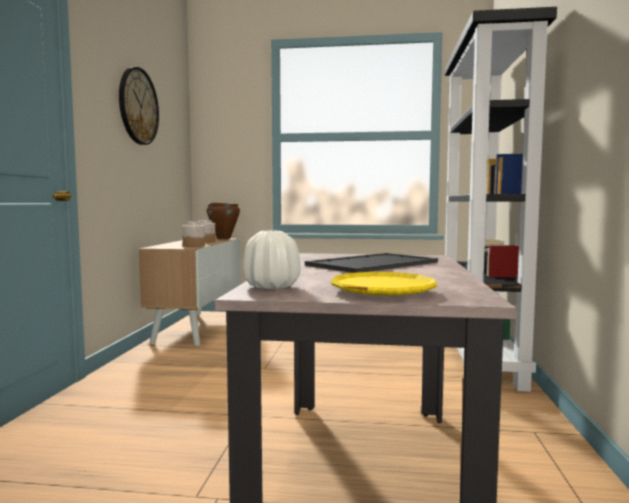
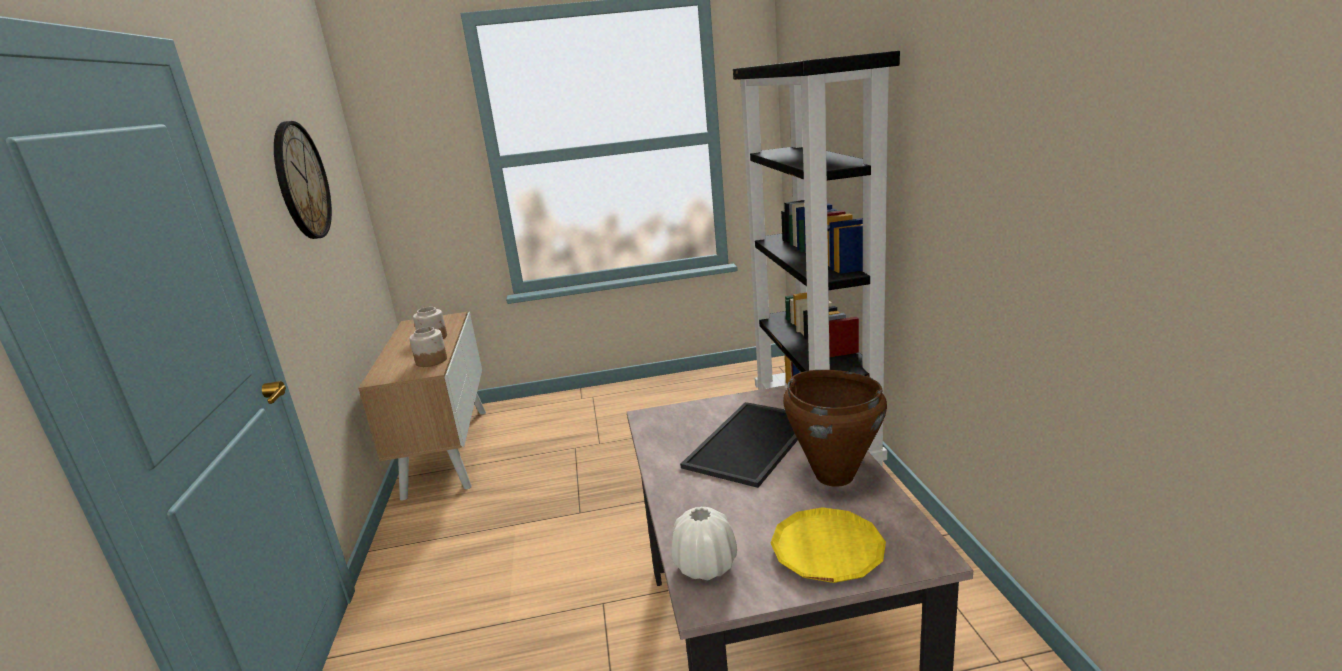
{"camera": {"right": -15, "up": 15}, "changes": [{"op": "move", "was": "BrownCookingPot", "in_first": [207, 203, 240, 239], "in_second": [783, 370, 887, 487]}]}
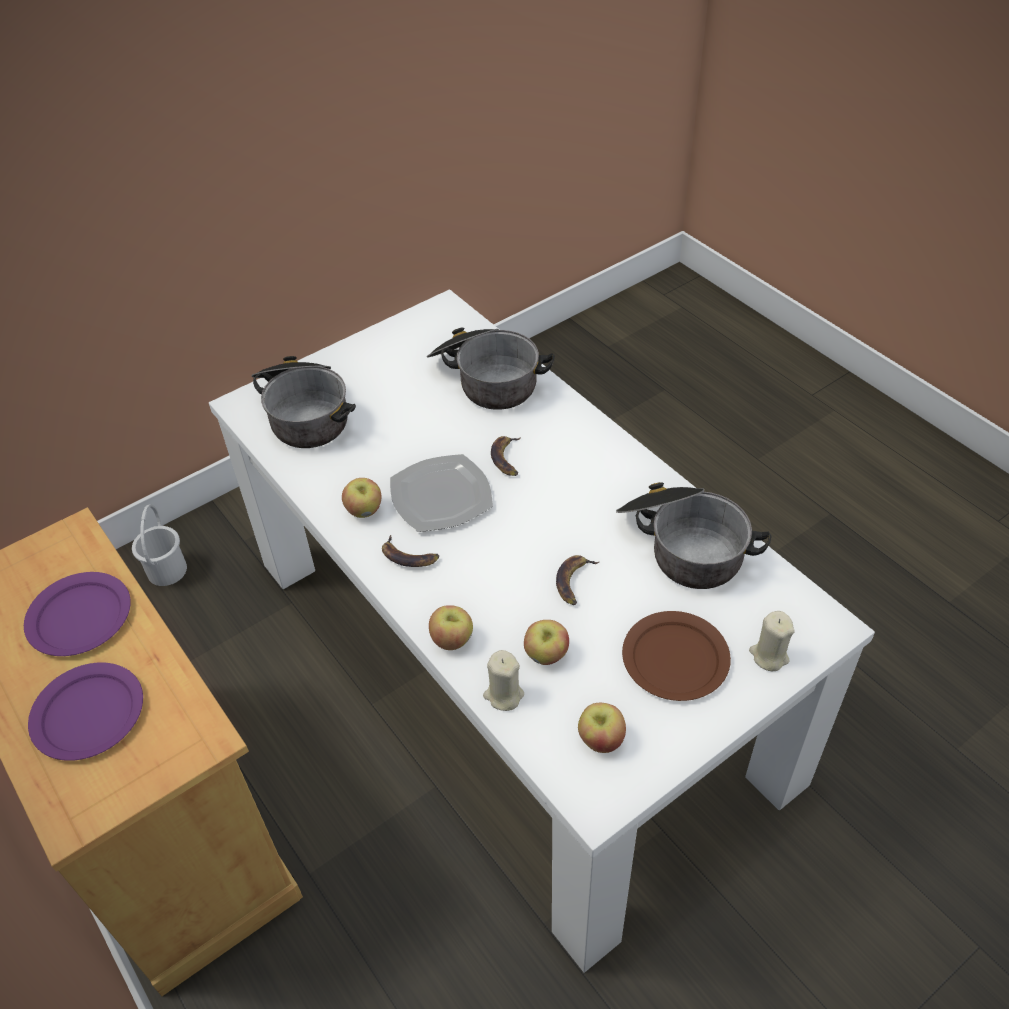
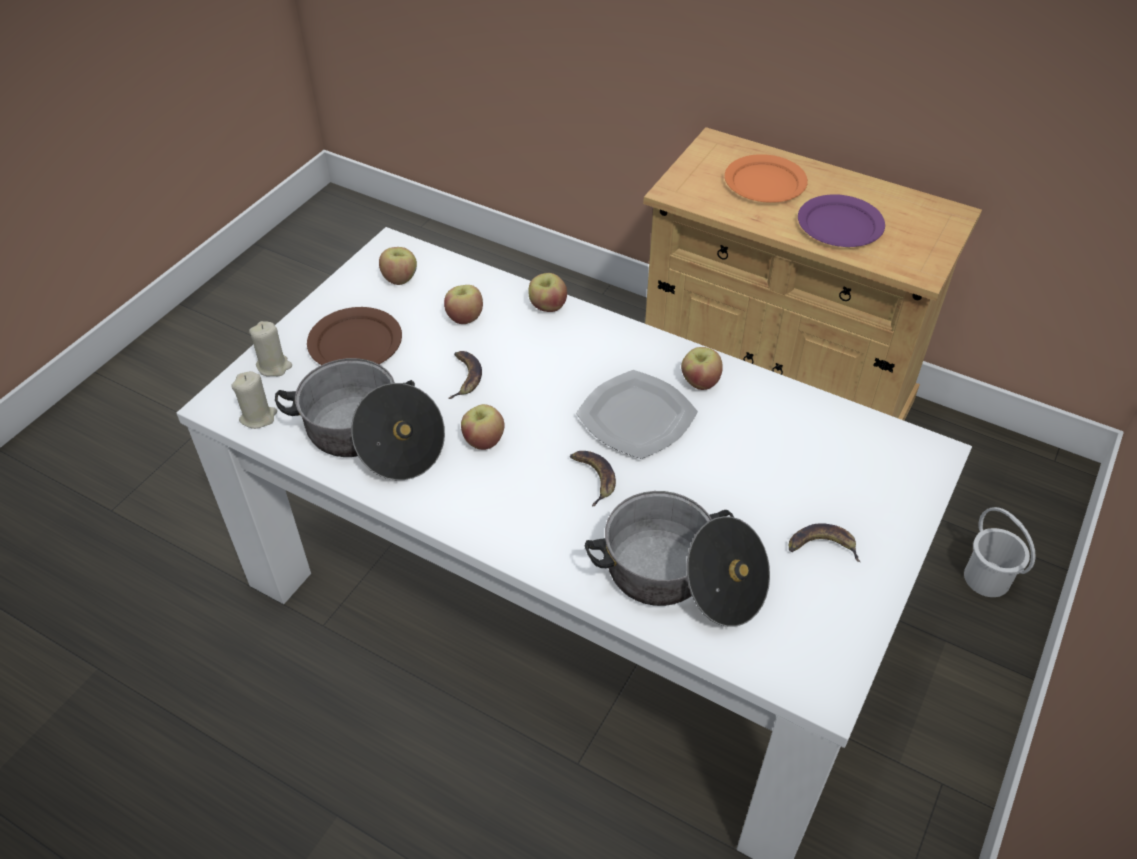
{"camera": {"right": 155, "up": 0}, "changes": [{"op": "delete", "was": "CookingPot", "in_first": [251, 356, 356, 448]}, {"op": "move", "was": "Banana", "in_first": [382, 535, 439, 567], "in_second": [789, 523, 860, 562]}, {"op": "move", "was": "BeigeCandle", "in_first": [483, 650, 524, 711], "in_second": [231, 371, 277, 429]}, {"op": "recolor", "was": "PurplePlate", "now": "OrangePlate", "in_first": [28, 662, 143, 761], "in_second": [725, 154, 808, 203]}, {"op": "insert", "now": "Apple", "in_second": [461, 404, 505, 450]}]}
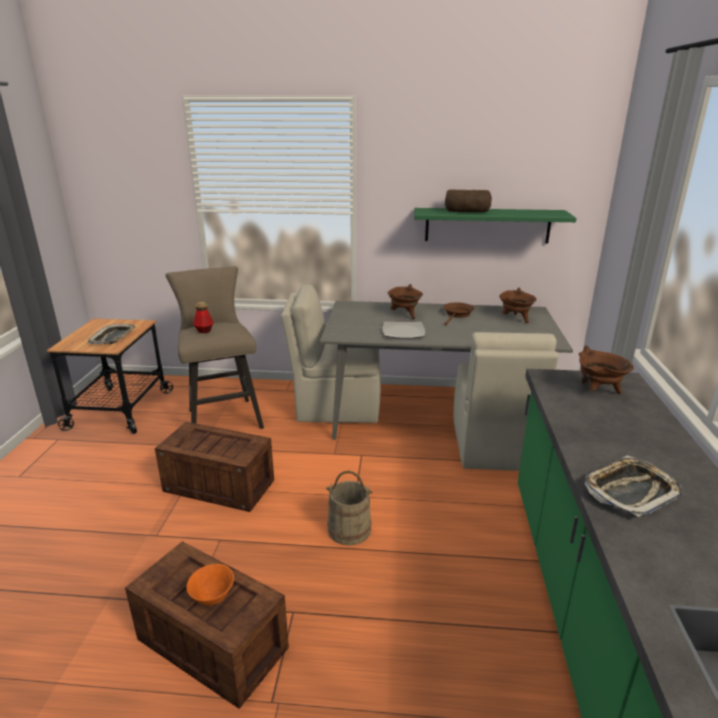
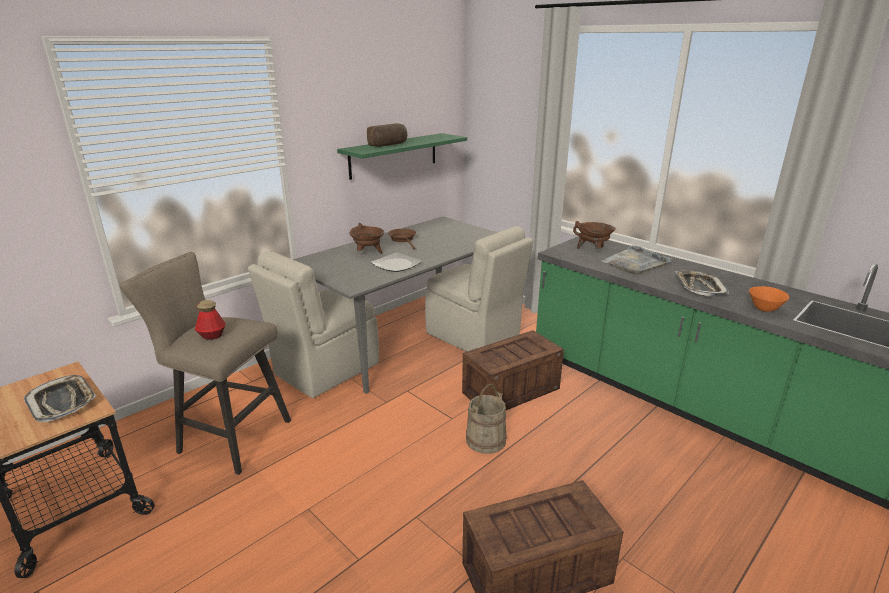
{"camera": {"right": -50, "up": 0}, "changes": [{"op": "delete", "was": "BrownCookingPot", "in_first": [499, 287, 536, 323]}, {"op": "move", "was": "Crate", "in_first": [155, 422, 274, 512], "in_second": [462, 330, 564, 410]}, {"op": "move", "was": "OrangeBowl", "in_first": [186, 564, 234, 606], "in_second": [749, 286, 789, 312]}, {"op": "insert", "now": "GreyTray", "in_second": [602, 245, 672, 275]}]}
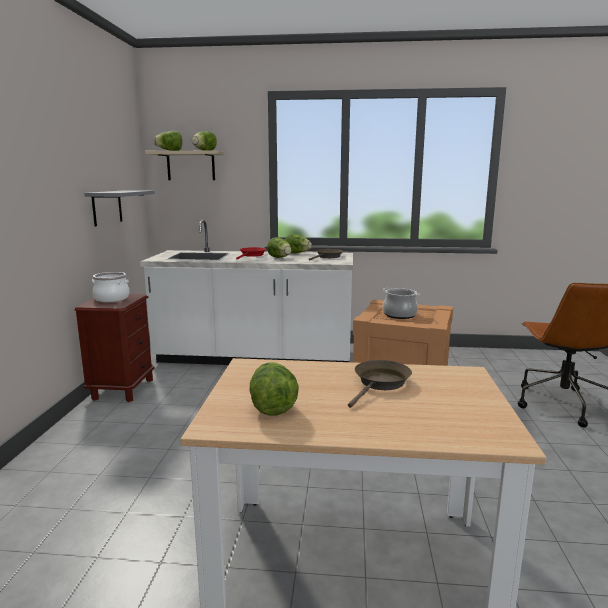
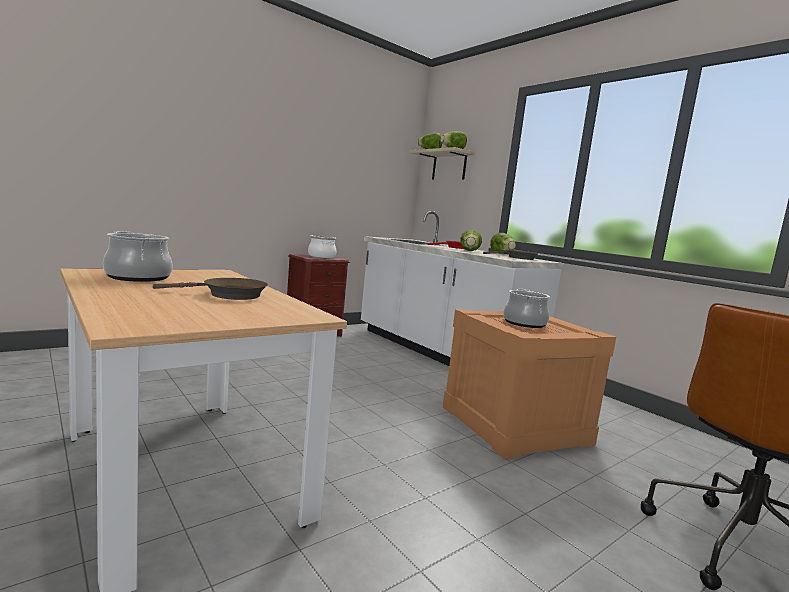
{"camera": {"right": 45, "up": -5}, "changes": [{"op": "delete", "was": "GreyShelf", "in_first": [84, 190, 155, 227]}, {"op": "replace", "was": "Lettuce", "now": "CookingPot", "in_first": [250, 362, 299, 415], "in_second": [103, 231, 173, 282]}]}
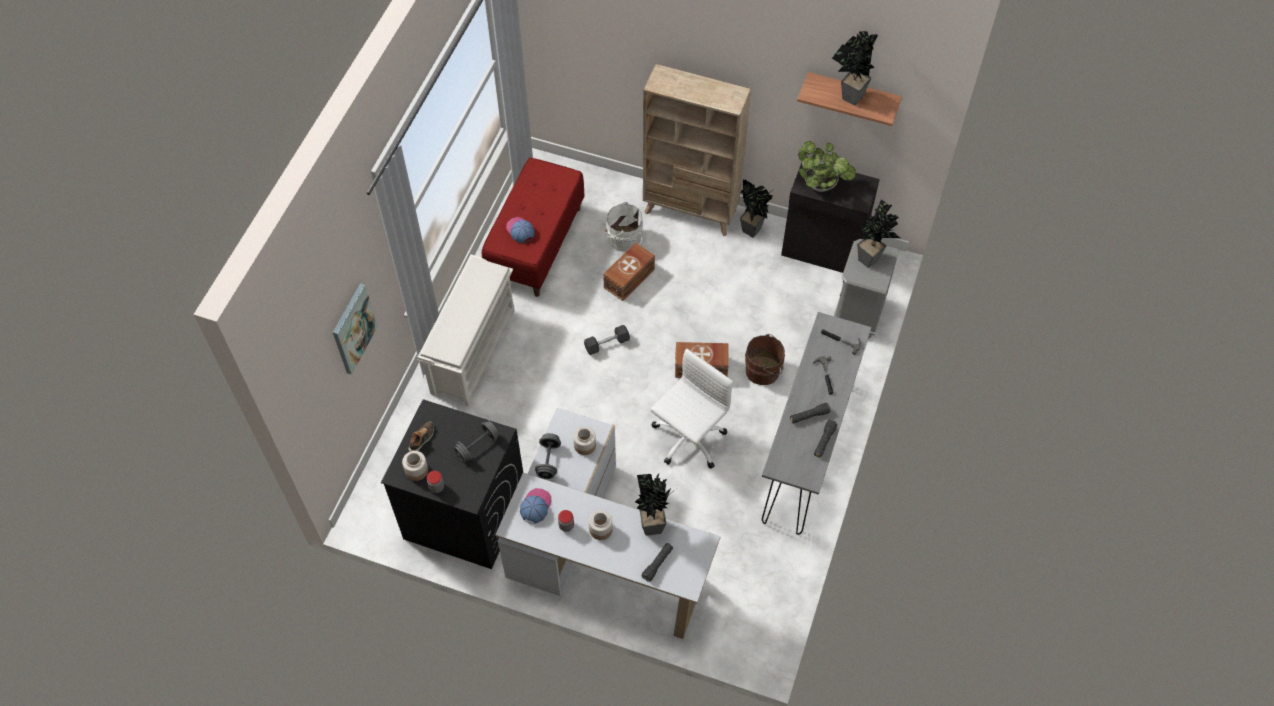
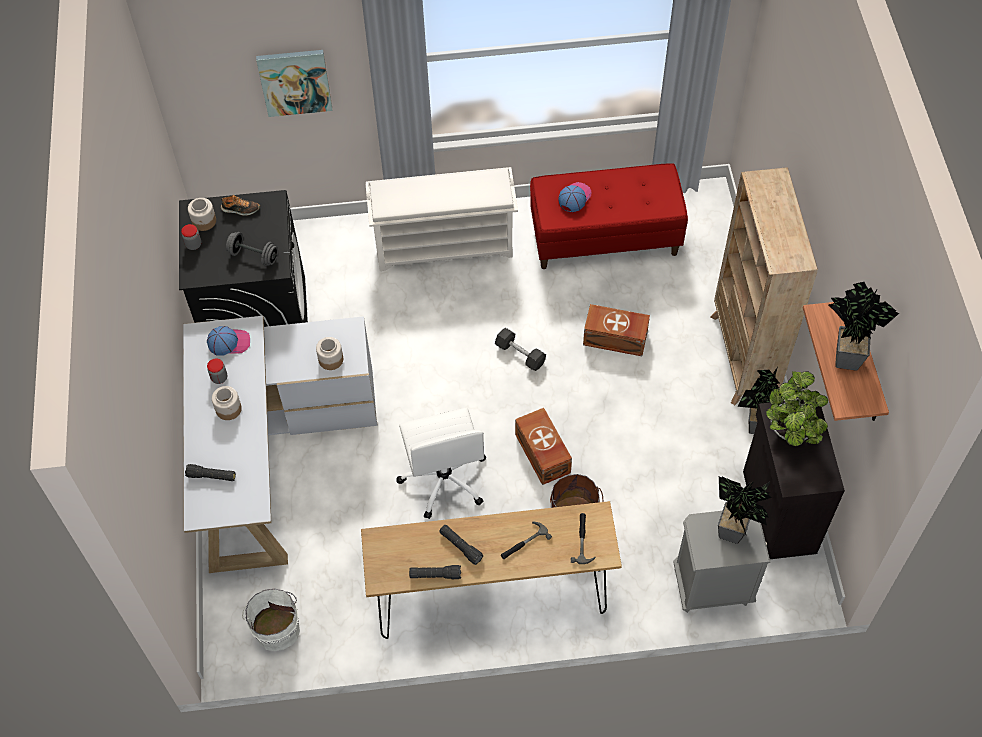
{"camera": {"right": 65, "up": 0}, "changes": [{"op": "move", "was": "WhiteBucket", "in_first": [605, 202, 643, 252], "in_second": [242, 589, 300, 651]}, {"op": "recolor", "was": "GreyConsoleTable", "now": "BrownConsoleTable", "in_first": [762, 312, 871, 535], "in_second": [361, 501, 622, 639]}, {"op": "rotate", "was": "WhiteOfficeChair", "in_first": [651, 348, 733, 469], "in_second": [396, 408, 486, 519], "clockwise": 60}, {"op": "delete", "was": "GreyDumbbell", "in_first": [535, 433, 561, 479]}, {"op": "delete", "was": "PottedPlant", "in_first": [635, 474, 676, 536]}]}
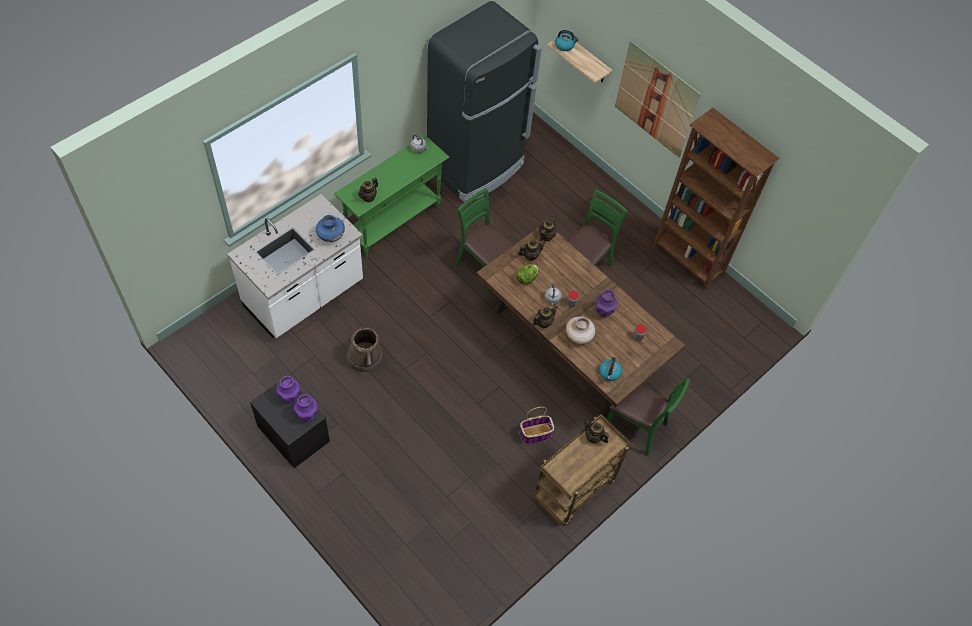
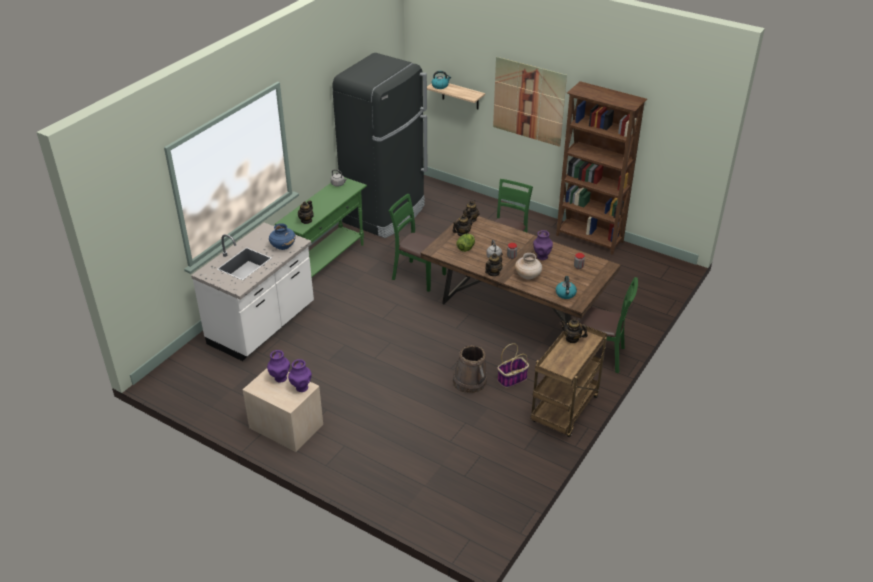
{"camera": {"right": -10, "up": -20}, "changes": [{"op": "move", "was": "BrownBucket", "in_first": [347, 327, 382, 372], "in_second": [453, 345, 487, 393]}, {"op": "recolor", "was": "BlackNightstand", "now": "BeigeNightstand", "in_first": [250, 381, 330, 468], "in_second": [243, 368, 323, 452]}]}
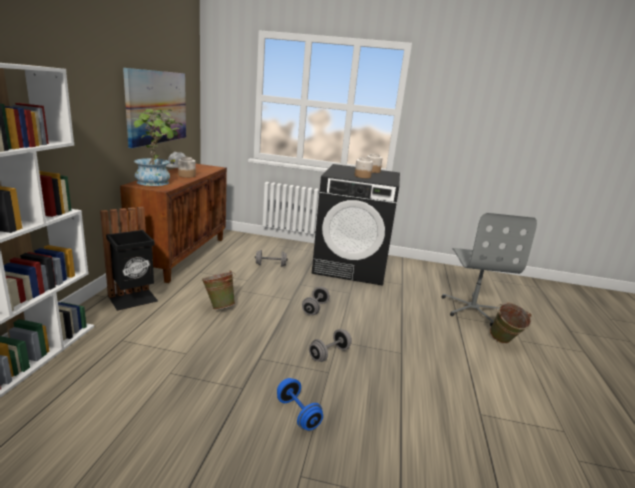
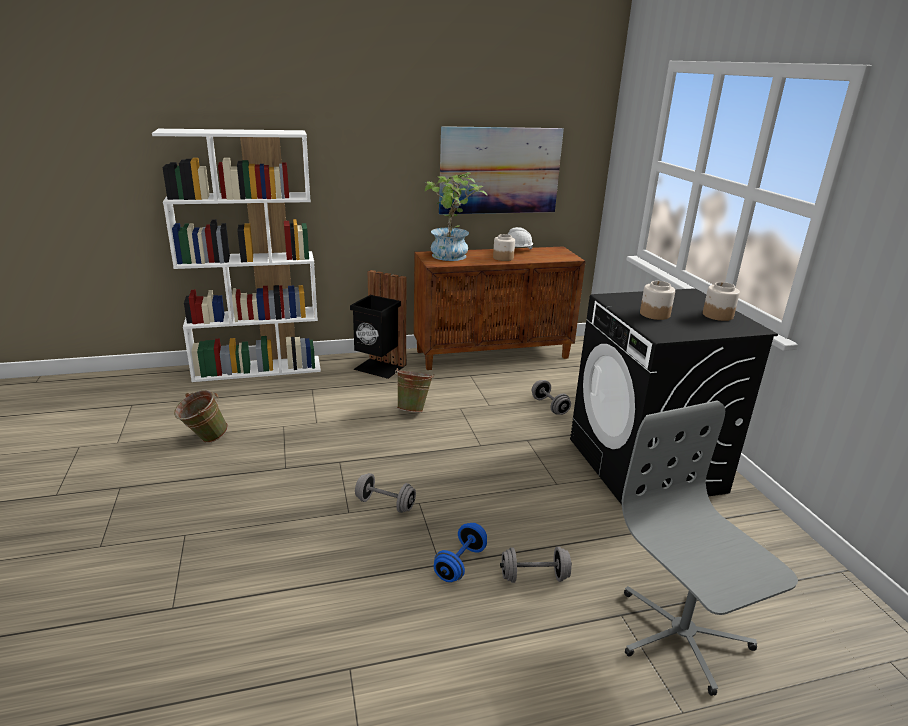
{"camera": {"right": 65, "up": 5}, "changes": [{"op": "rotate", "was": "GreyOfficeChair", "in_first": [442, 213, 537, 326], "in_second": [622, 400, 798, 696], "clockwise": 90}, {"op": "move", "was": "GreyDumbbell", "in_first": [302, 287, 330, 315], "in_second": [500, 547, 572, 583]}, {"op": "move", "was": "GreenBucket", "in_first": [490, 303, 532, 344], "in_second": [174, 390, 228, 443]}, {"op": "move", "was": "BlueDumbbell", "in_first": [277, 378, 323, 430], "in_second": [434, 523, 487, 582]}]}
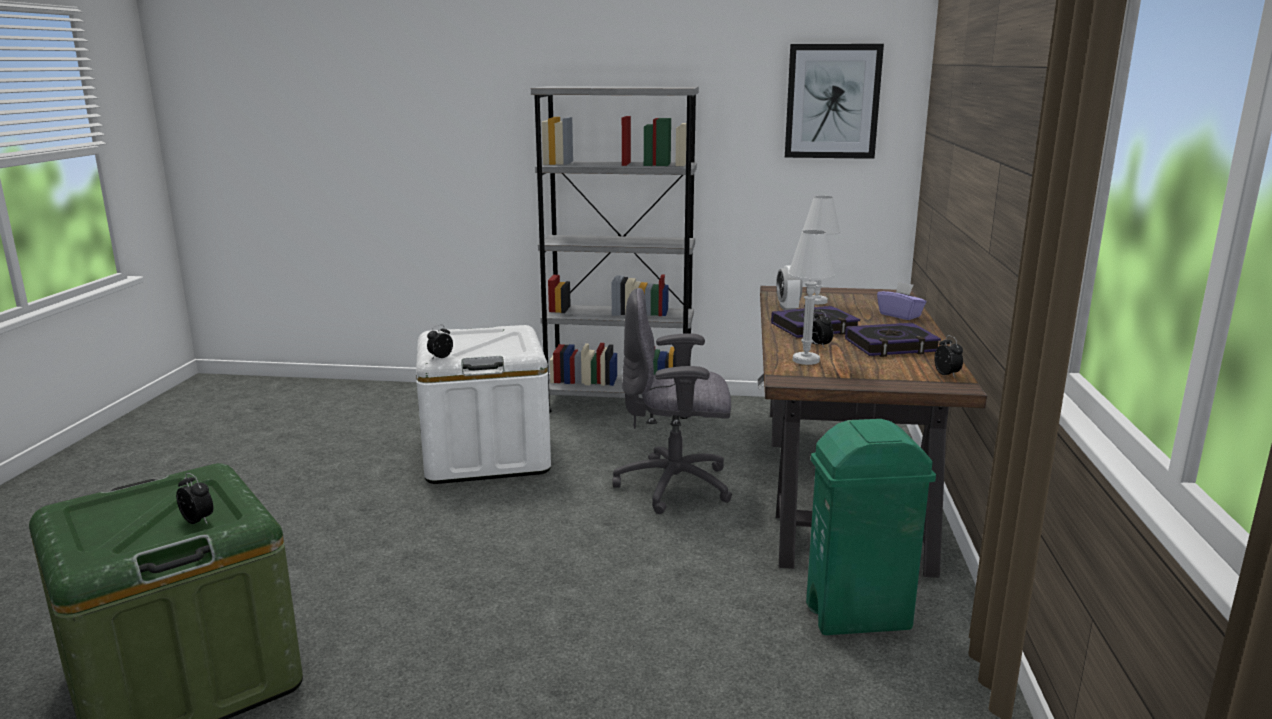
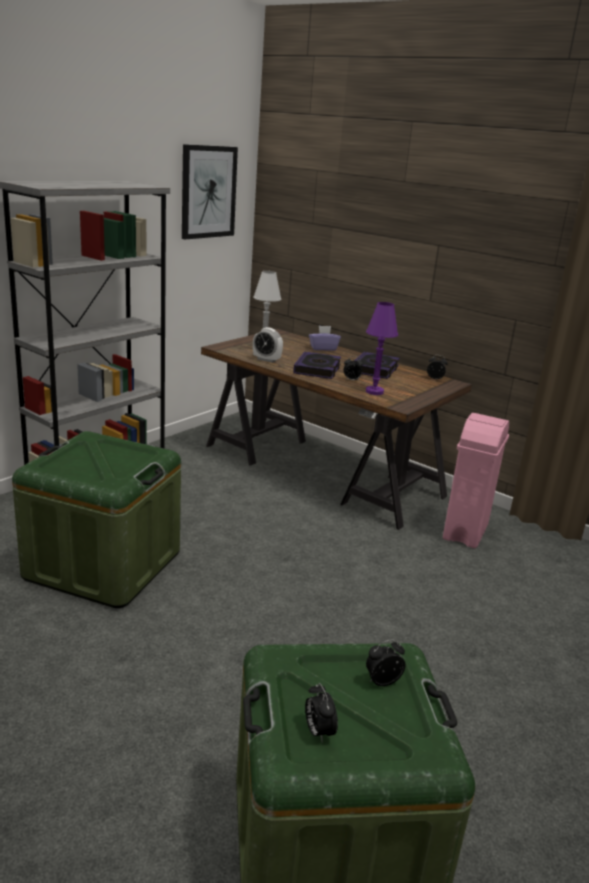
{"camera": {"right": -60, "up": 5}, "changes": [{"op": "recolor", "was": "WhiteTableLamp", "now": "PurpleTableLamp", "in_first": [788, 230, 835, 365], "in_second": [366, 302, 398, 395]}, {"op": "delete", "was": "GreyOfficeChair", "in_first": [612, 288, 732, 514]}, {"op": "recolor", "was": "WhiteStorageBox", "now": "GreenStorageBox", "in_first": [416, 325, 551, 484], "in_second": [12, 431, 181, 608]}, {"op": "move", "was": "AlarmClock", "in_first": [427, 325, 453, 360], "in_second": [305, 683, 338, 743]}, {"op": "recolor", "was": "GreenTrashCan", "now": "PinkTrashCan", "in_first": [806, 419, 936, 635], "in_second": [443, 413, 509, 548]}]}
